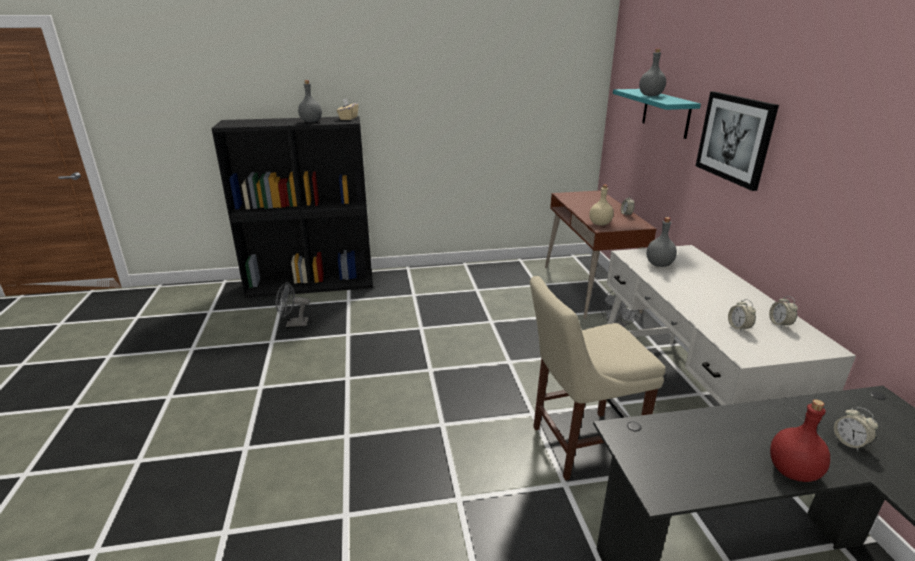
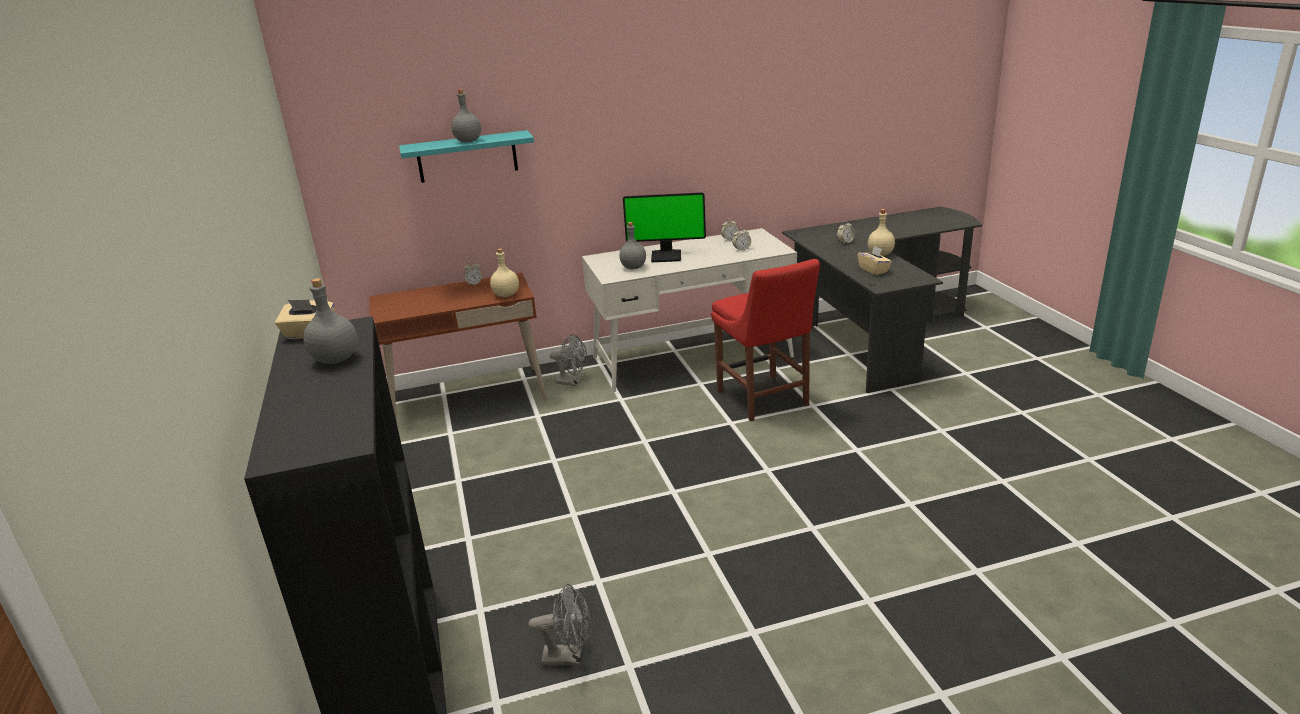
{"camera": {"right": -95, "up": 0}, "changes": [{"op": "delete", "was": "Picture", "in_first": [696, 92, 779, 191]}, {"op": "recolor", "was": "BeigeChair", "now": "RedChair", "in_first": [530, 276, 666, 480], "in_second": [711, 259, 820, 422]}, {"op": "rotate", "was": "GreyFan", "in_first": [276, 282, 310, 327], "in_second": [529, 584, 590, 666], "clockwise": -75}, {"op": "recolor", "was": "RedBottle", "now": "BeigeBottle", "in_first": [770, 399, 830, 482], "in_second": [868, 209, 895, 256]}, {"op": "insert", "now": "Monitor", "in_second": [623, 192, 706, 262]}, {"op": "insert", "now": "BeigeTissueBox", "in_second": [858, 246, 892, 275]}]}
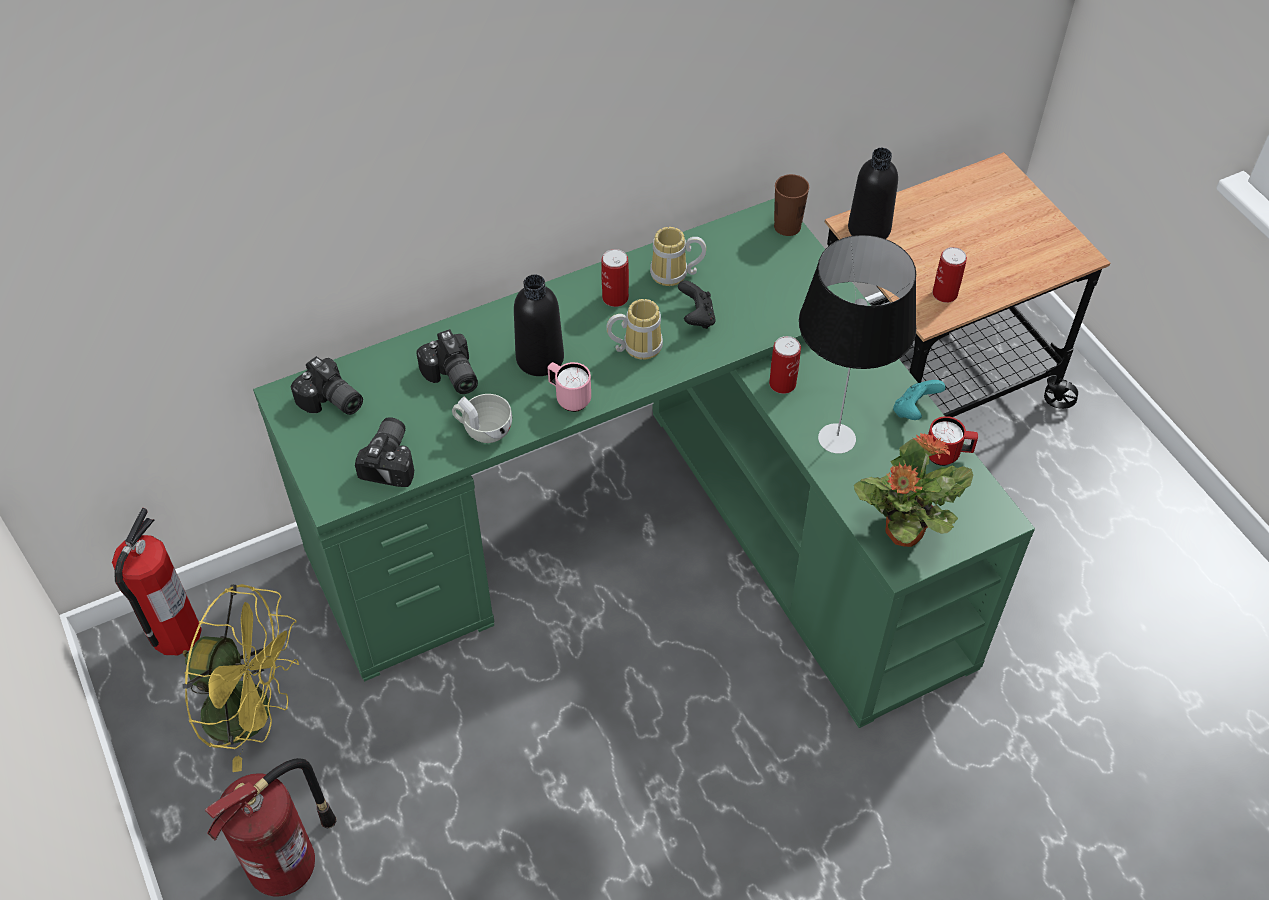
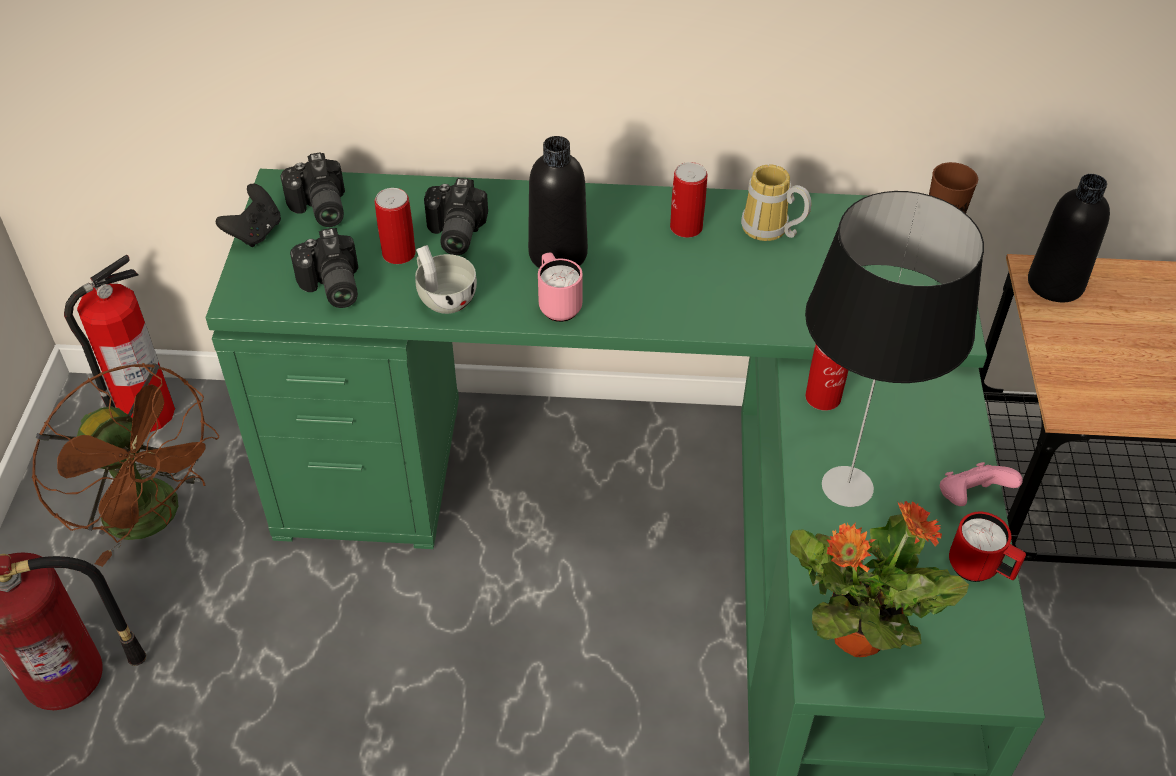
{"camera": {"right": 30, "up": -5}, "changes": [{"op": "move", "was": "Can", "in_first": [932, 247, 967, 303], "in_second": [375, 188, 416, 264]}, {"op": "move", "was": "BlackGameController", "in_first": [678, 281, 716, 329], "in_second": [216, 184, 281, 247]}, {"op": "delete", "was": "Mug", "in_first": [606, 299, 663, 360]}, {"op": "recolor", "was": "TurquoiseGameController", "now": "PinkGameController", "in_first": [893, 380, 946, 420], "in_second": [940, 462, 1023, 506]}, {"op": "rotate", "was": "PhotoCamera", "in_first": [355, 417, 414, 487], "in_second": [290, 228, 359, 308], "clockwise": 120}, {"op": "recolor", "was": "YellowFan", "now": "BrownFan", "in_first": [183, 584, 299, 772], "in_second": [31, 363, 219, 567]}]}
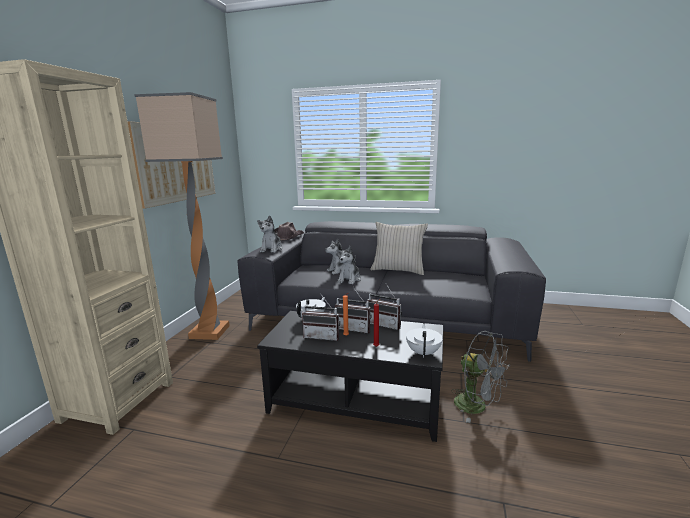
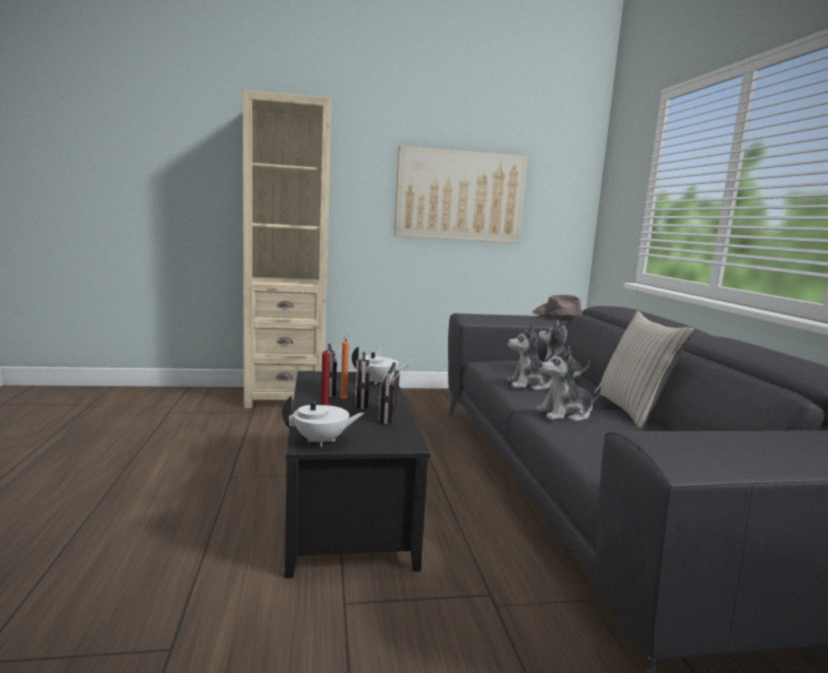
{"camera": {"right": 65, "up": -5}, "changes": [{"op": "delete", "was": "FloorLamp", "in_first": [134, 92, 230, 340]}, {"op": "move", "was": "PlushToy", "in_first": [257, 216, 283, 253], "in_second": [536, 346, 601, 421]}, {"op": "delete", "was": "GreyFan", "in_first": [451, 331, 510, 423]}]}
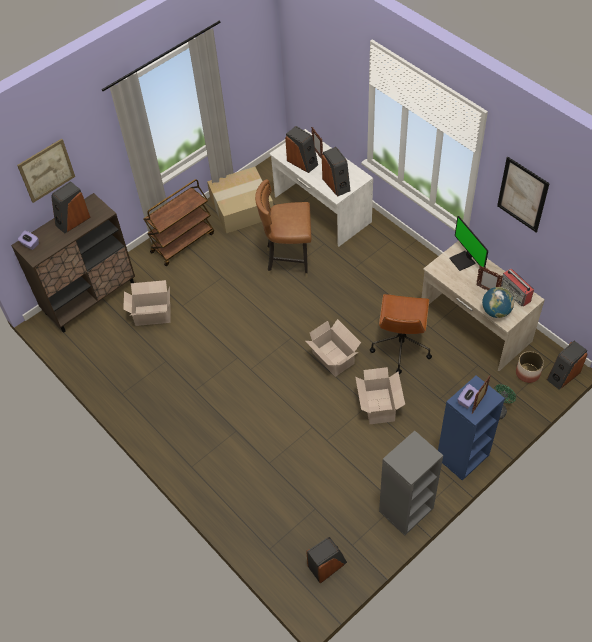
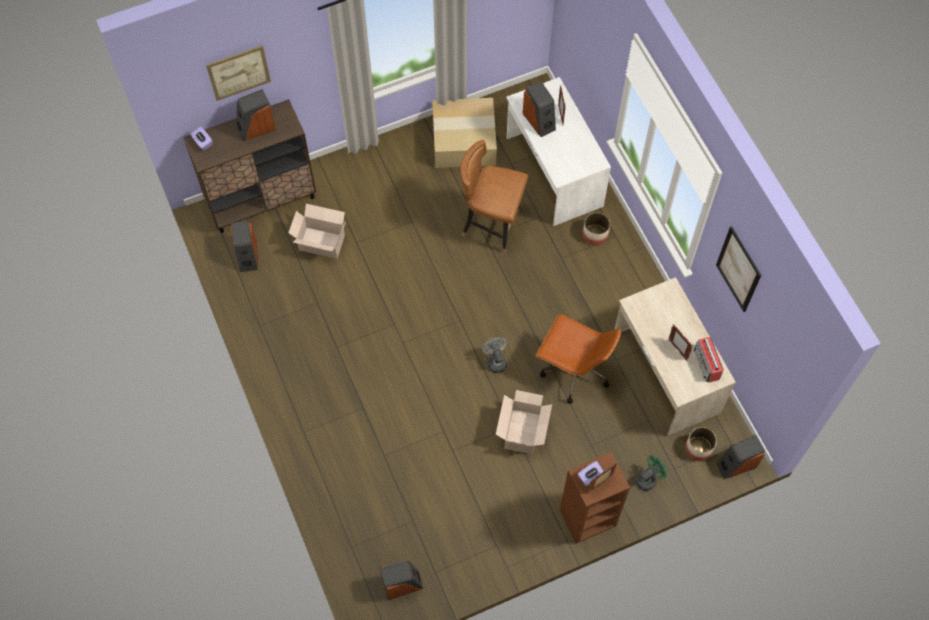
{"camera": {"right": 15, "up": 10}, "changes": [{"op": "move", "was": "Speaker", "in_first": [322, 147, 350, 197], "in_second": [230, 221, 258, 272]}, {"op": "delete", "was": "BrownCart", "in_first": [144, 179, 214, 266]}, {"op": "delete", "was": "Monitor", "in_first": [449, 216, 488, 271]}, {"op": "delete", "was": "Globe", "in_first": [482, 287, 514, 318]}, {"op": "rotate", "was": "BrownOfficeChair", "in_first": [370, 294, 432, 374], "in_second": [536, 314, 621, 404], "clockwise": -90}, {"op": "replace", "was": "CardboardBox", "now": "GreyFan", "in_first": [305, 319, 361, 377], "in_second": [482, 337, 507, 373]}, {"op": "recolor", "was": "BlueBookcase", "now": "BrownBookcase", "in_first": [438, 375, 505, 481], "in_second": [560, 452, 630, 544]}, {"op": "delete", "was": "GreyBookcase", "in_first": [379, 431, 443, 536]}, {"op": "insert", "now": "Planter", "in_second": [583, 212, 610, 246]}]}
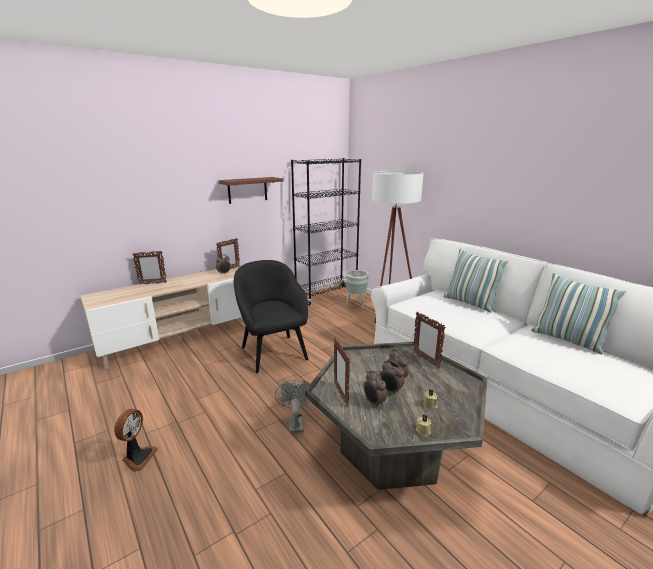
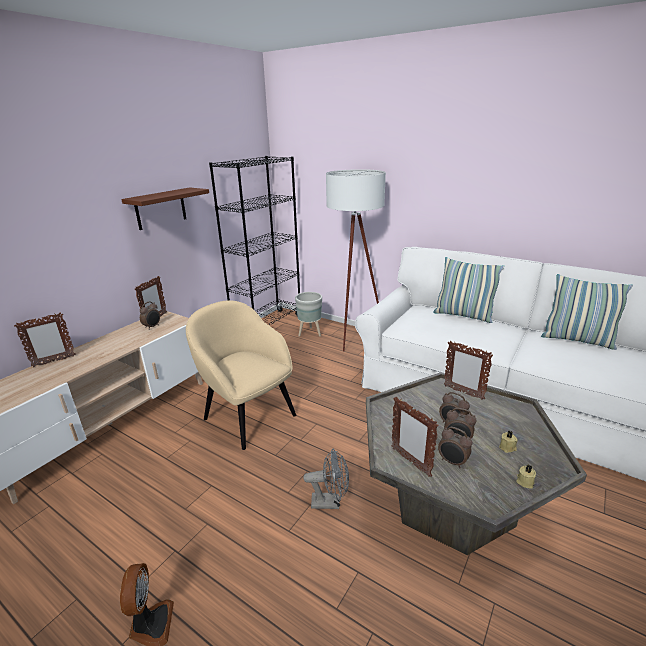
{"camera": {"right": -20, "up": 5}, "changes": [{"op": "recolor", "was": "BlackArmchair", "now": "BeigeArmchair", "in_first": [234, 260, 308, 373], "in_second": [186, 300, 296, 450]}, {"op": "rotate", "was": "GreyFan", "in_first": [275, 379, 310, 434], "in_second": [303, 448, 349, 509], "clockwise": 120}]}
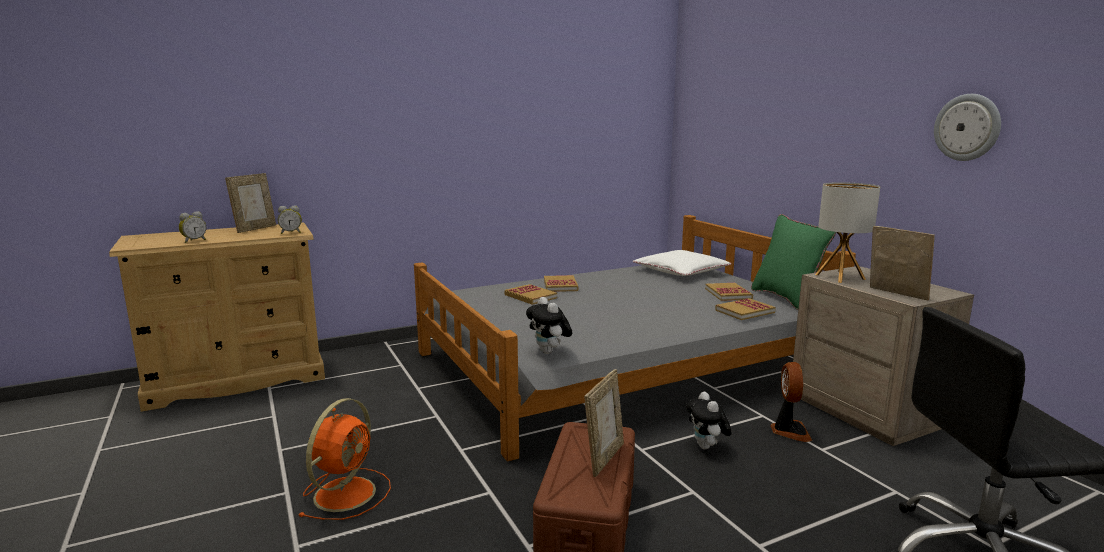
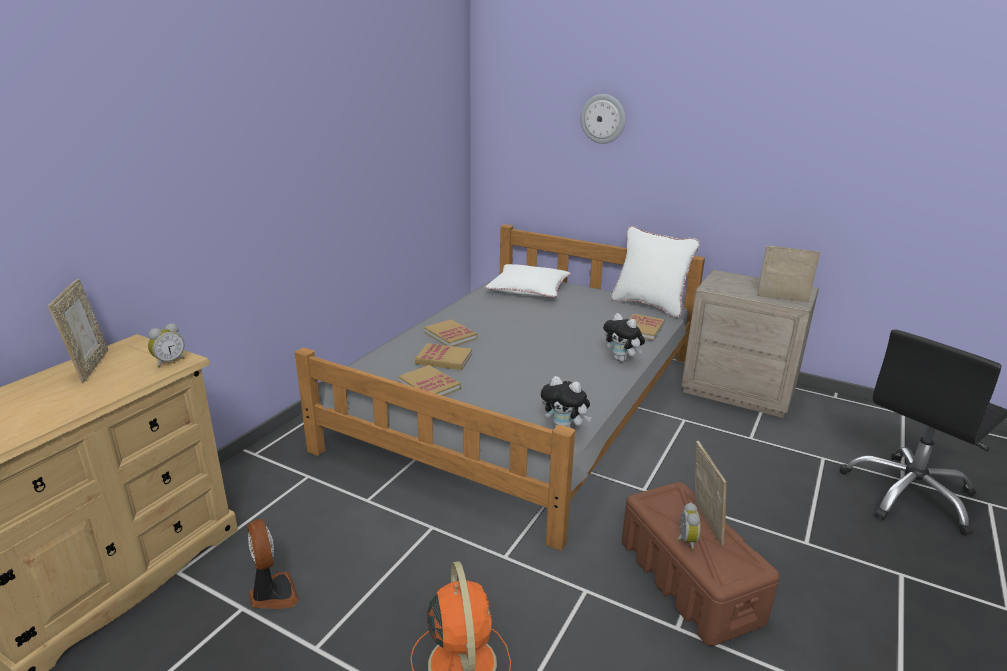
{"camera": {"right": -35, "up": 10}, "changes": [{"op": "move", "was": "WallClock", "in_first": [934, 94, 1001, 161], "in_second": [580, 94, 625, 144]}, {"op": "delete", "was": "TableLamp", "in_first": [815, 182, 880, 283]}, {"op": "move", "was": "AlarmClock", "in_first": [179, 211, 206, 243], "in_second": [677, 502, 700, 550]}, {"op": "recolor", "was": "GreenPillow", "now": "WhitePillow", "in_first": [751, 214, 836, 310], "in_second": [611, 226, 700, 317]}, {"op": "move", "was": "Book", "in_first": [705, 283, 753, 301], "in_second": [398, 365, 461, 396]}, {"op": "move", "was": "Fan", "in_first": [770, 362, 812, 442], "in_second": [247, 519, 299, 609]}, {"op": "move", "was": "PlushToy", "in_first": [686, 392, 732, 450], "in_second": [603, 313, 645, 362]}]}
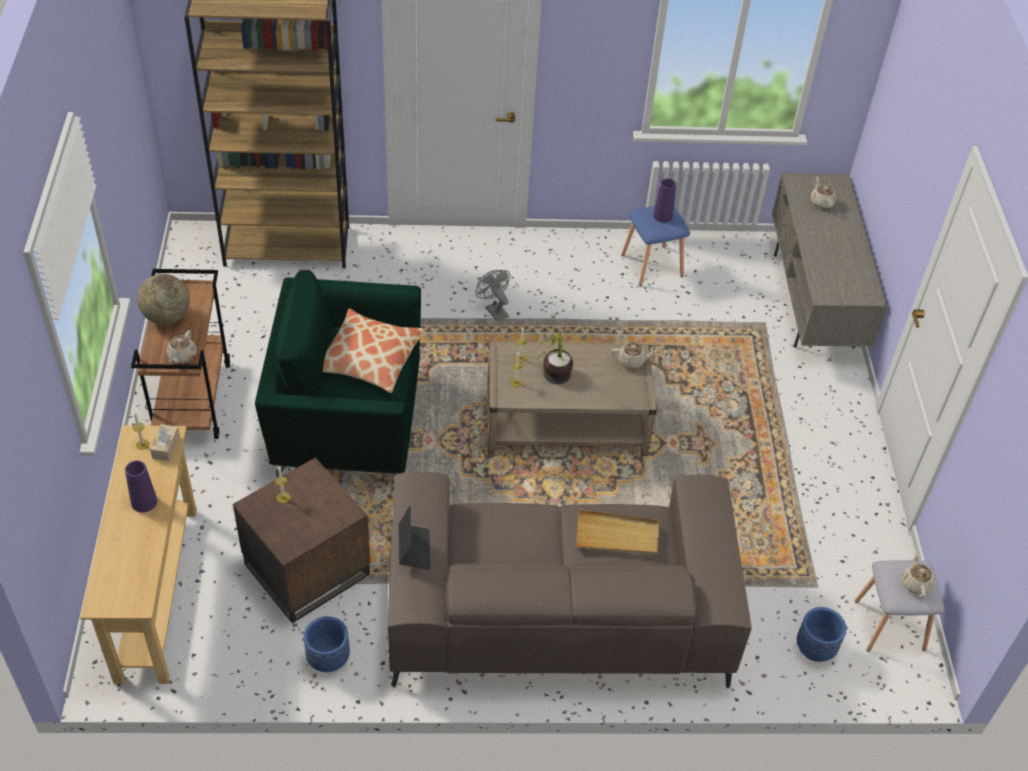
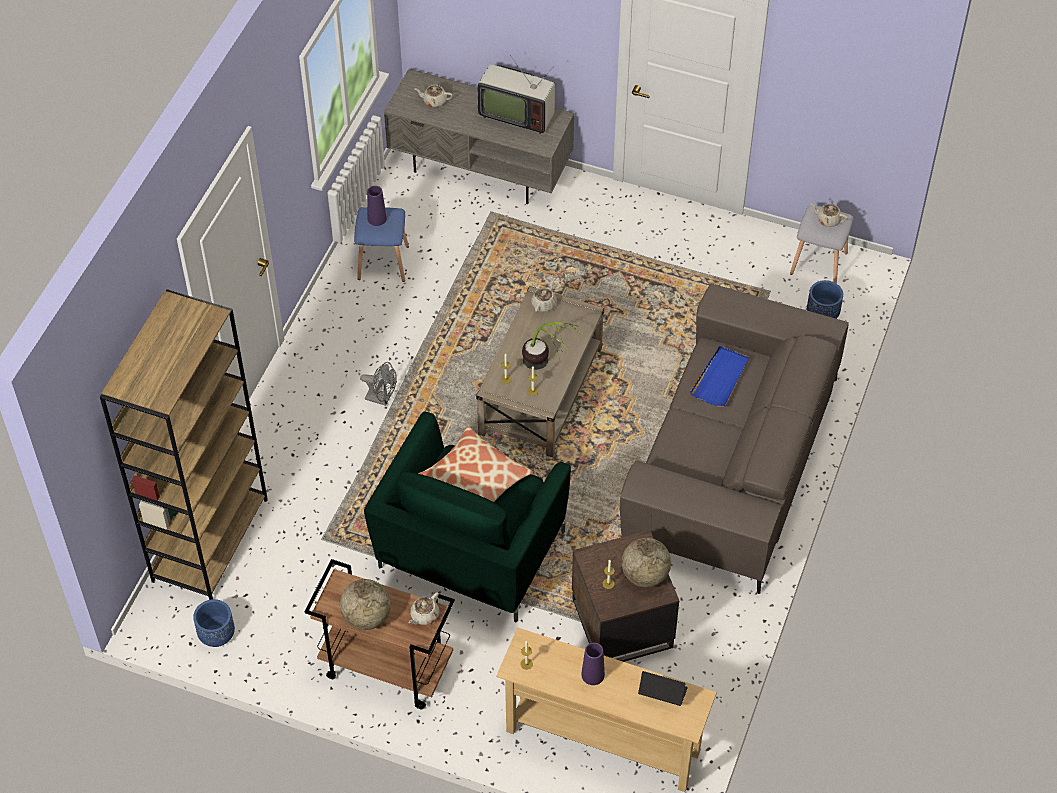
{"camera": {"right": -65, "up": 5}, "changes": [{"op": "rotate", "was": "GreyFan", "in_first": [475, 270, 510, 321], "in_second": [360, 362, 397, 406], "clockwise": -150}, {"op": "rotate", "was": "BeigeTeapot", "in_first": [166, 330, 197, 364], "in_second": [408, 592, 439, 625], "clockwise": 90}, {"op": "delete", "was": "BeigeTissueBox", "in_first": [150, 424, 180, 461]}, {"op": "move", "was": "Laptop", "in_first": [398, 505, 431, 570], "in_second": [638, 671, 688, 706]}, {"op": "recolor", "was": "BeigeTray", "now": "BlueTray", "in_first": [576, 509, 659, 556], "in_second": [690, 346, 749, 407]}, {"op": "move", "was": "BluePlanter", "in_first": [304, 616, 350, 672], "in_second": [193, 599, 235, 647]}, {"op": "insert", "now": "Television", "in_second": [477, 55, 555, 134]}, {"op": "insert", "now": "Globe", "in_second": [622, 538, 671, 587]}]}
